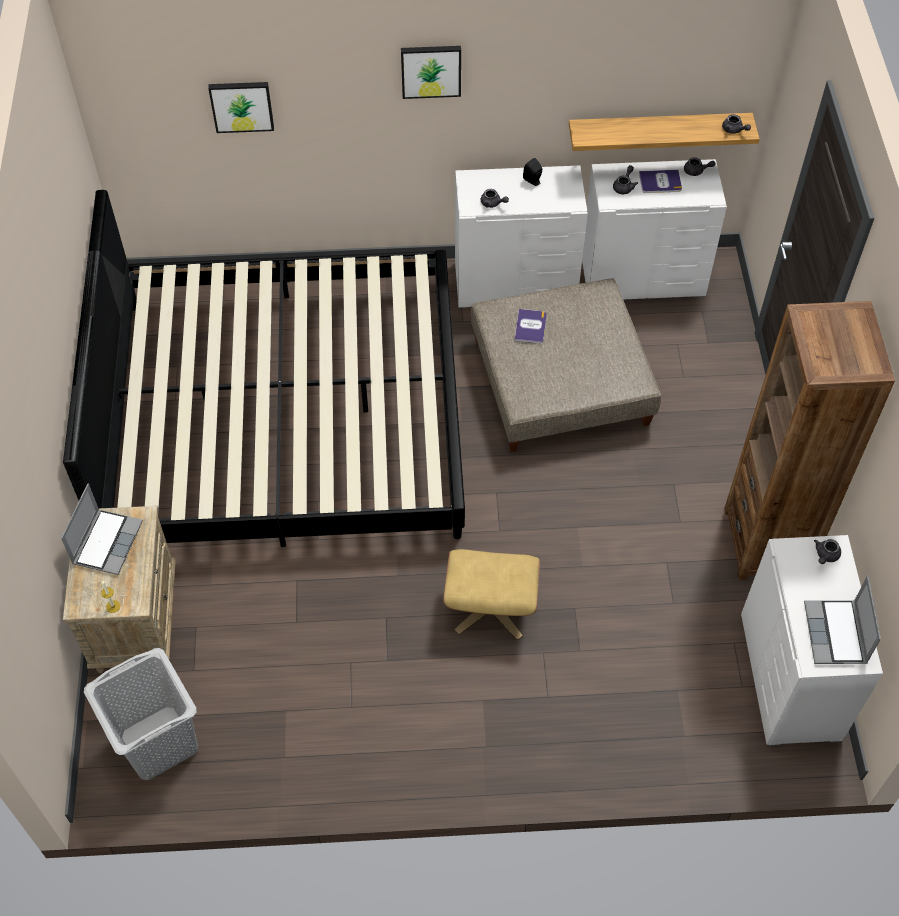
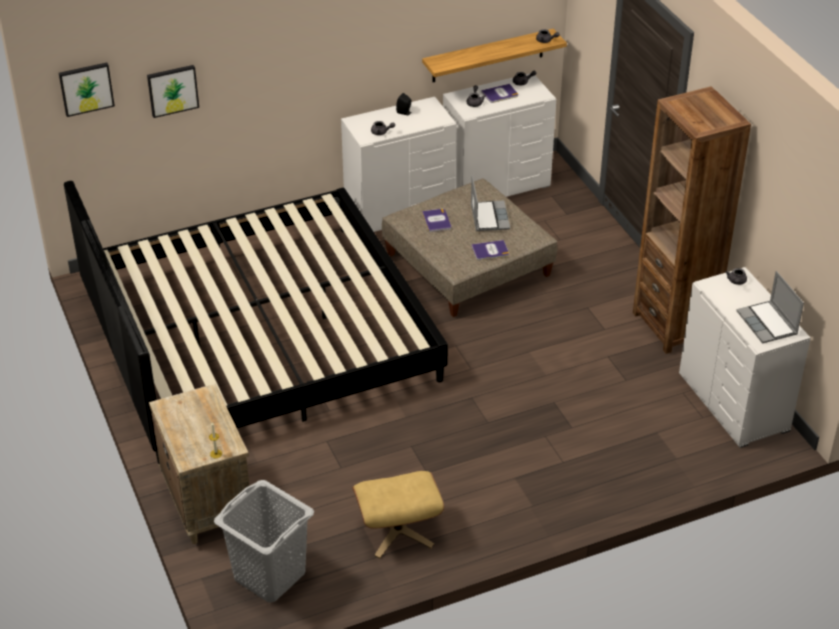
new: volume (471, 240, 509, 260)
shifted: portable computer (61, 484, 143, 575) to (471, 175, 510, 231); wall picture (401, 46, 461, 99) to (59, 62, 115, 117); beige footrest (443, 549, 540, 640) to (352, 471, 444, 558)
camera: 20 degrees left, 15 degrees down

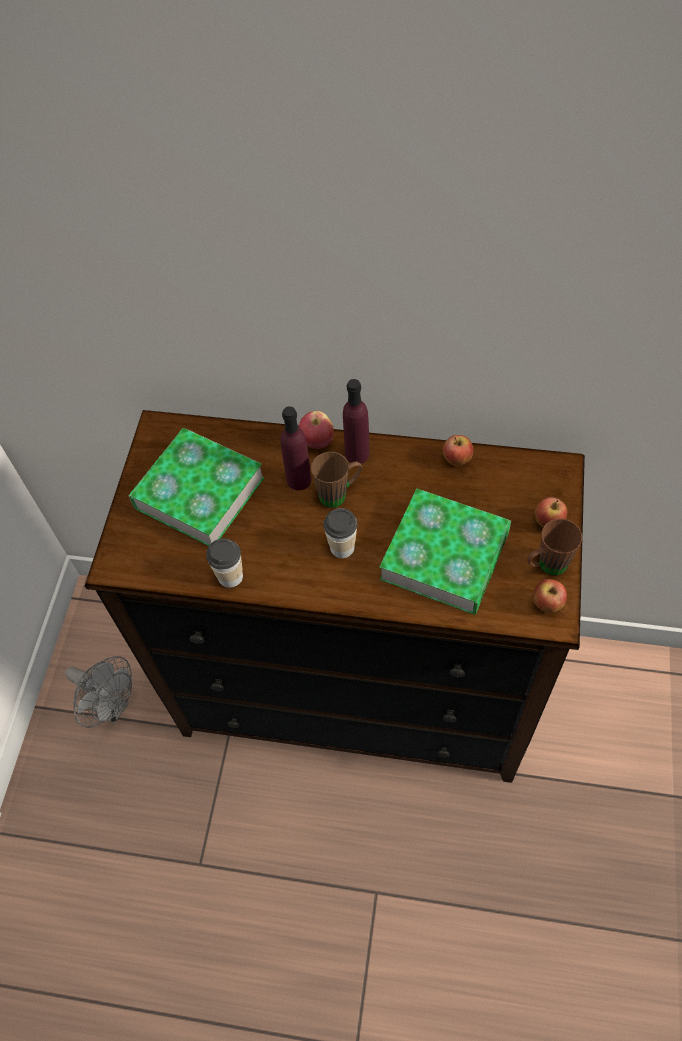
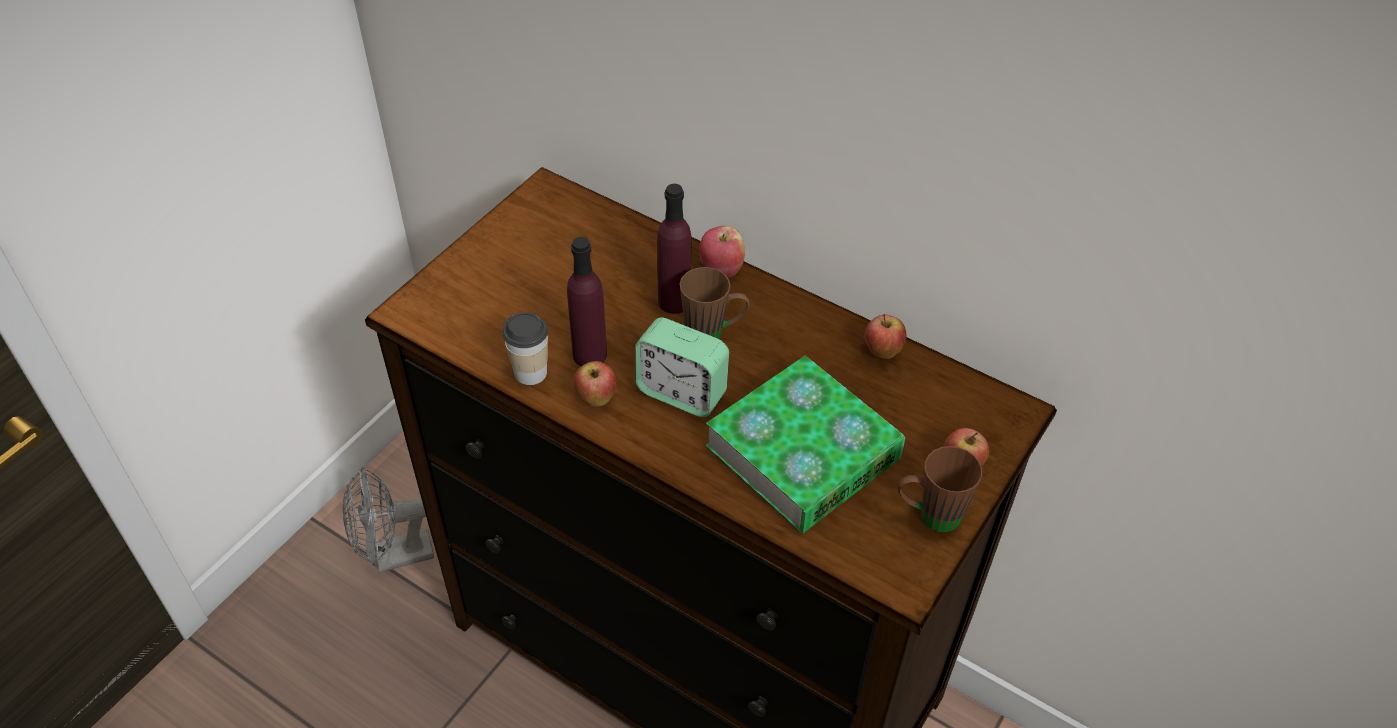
gone: volume (128, 428, 264, 546)
shifted: purple-coloured bottle (343, 379, 369, 464) to (567, 237, 607, 366); whole apple (533, 579, 567, 613) to (573, 361, 617, 407)
swapped: drinking cup (323, 508, 357, 558) to alarm clock (635, 318, 729, 417)
rotated: grey fan (65, 656, 132, 727) = (343, 467, 434, 573) 105 degrees clockwise
camera: 20 degrees right, 10 degrees down

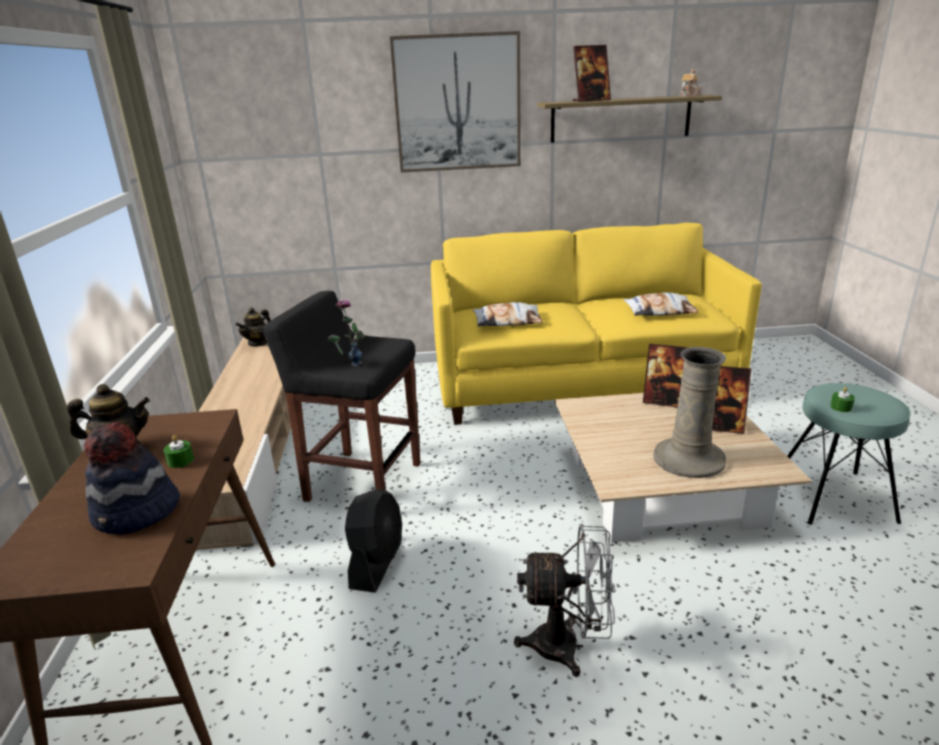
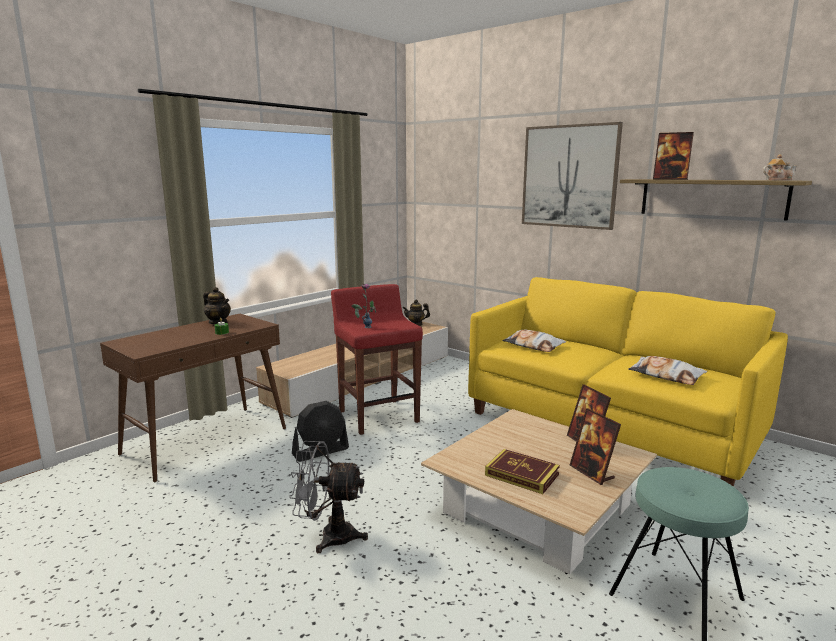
gone: wearable hat (84, 422, 180, 535); green wax light (830, 387, 855, 412)
swapped: beige vase (653, 347, 726, 478) to volume (485, 449, 560, 494)
repainted: black-coloured stool seat (263, 291, 421, 502) to red stool seat (331, 284, 423, 435)
rotated: grey fan (514, 524, 616, 677) = (289, 441, 368, 553) 135 degrees clockwise
camera: 45 degrees right, 10 degrees down

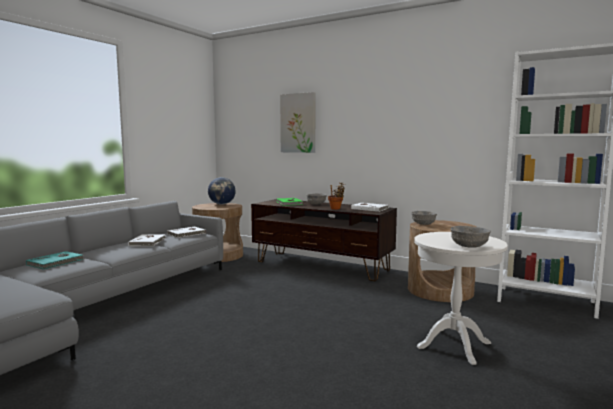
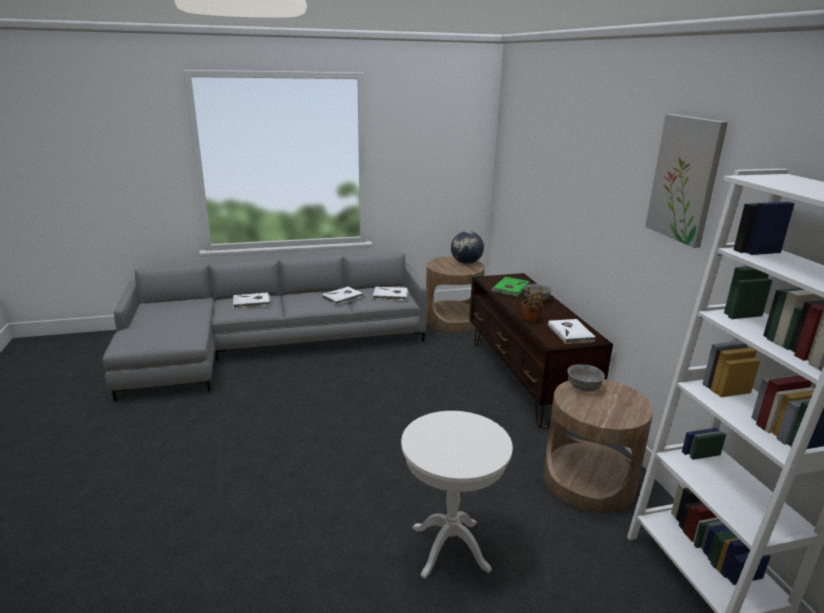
gone: grey bowl (451, 226, 491, 248)
shifted: wall picture (280, 92, 315, 153) to (645, 114, 728, 248)
repainted: turquoise-coloured volume (26, 251, 85, 270) to white-coloured volume (233, 293, 270, 309)
camera: 45 degrees right, 15 degrees up

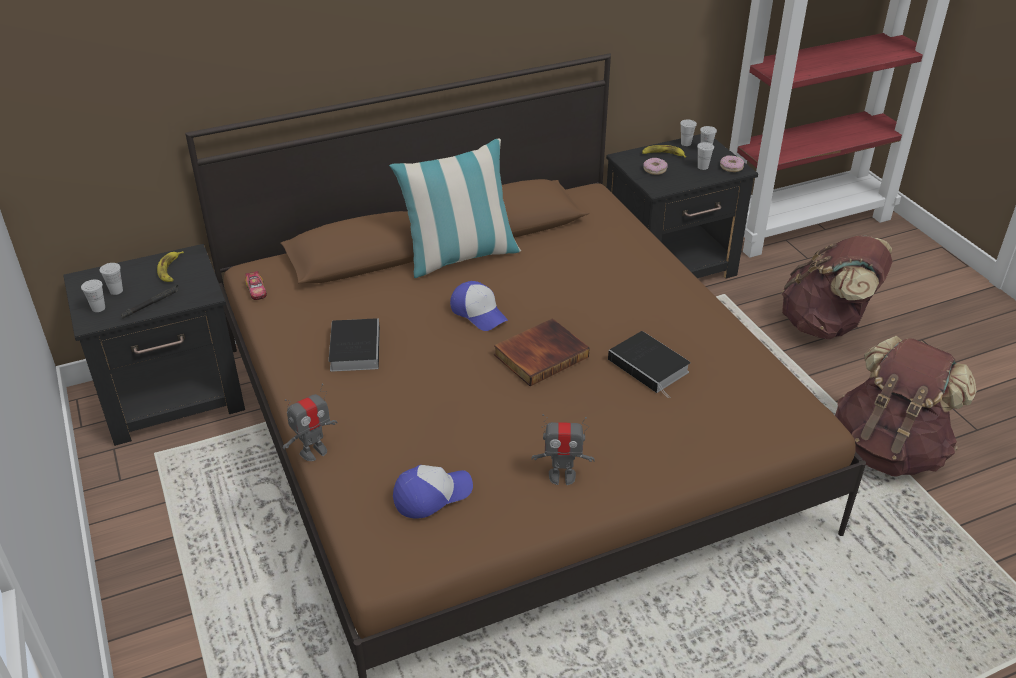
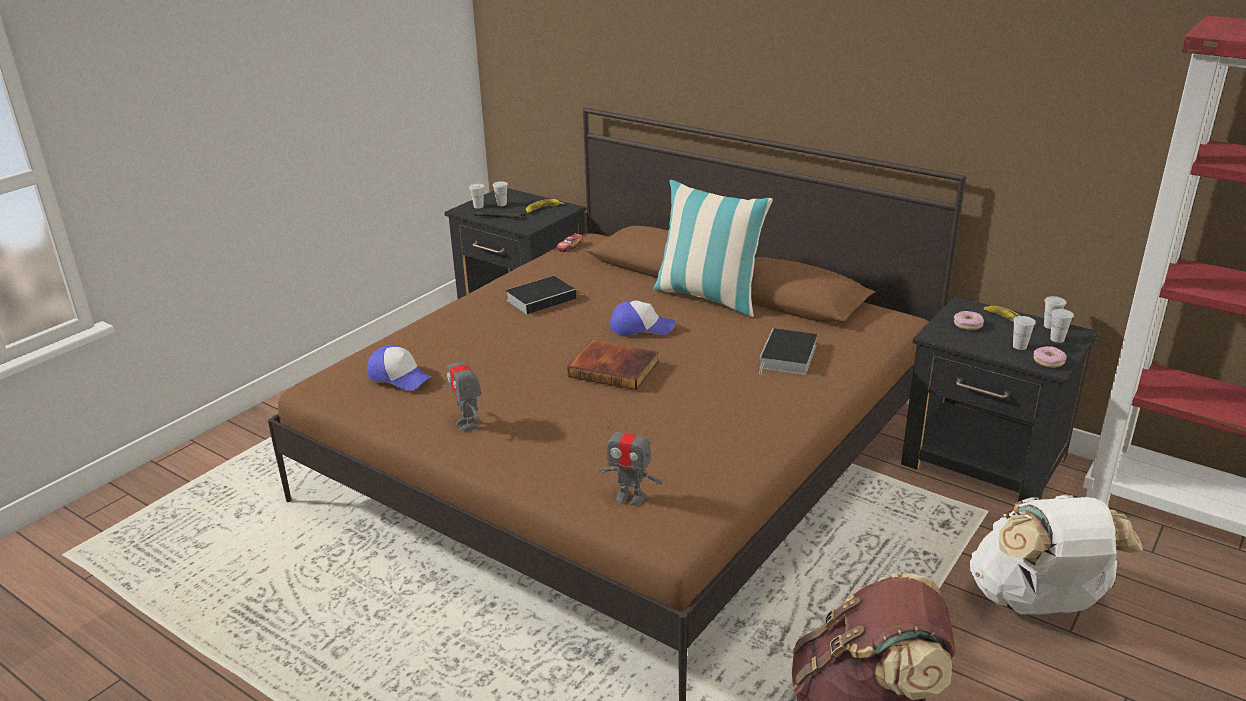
shifted: toy robot (283, 384, 338, 461) to (599, 418, 662, 506); volume (608, 331, 691, 398) to (759, 328, 817, 375)
repainted: brown-coloured backpack (782, 235, 893, 339) to white-coloured backpack (970, 494, 1143, 615)
rotated: baseball cap (450, 281, 508, 331) = (610, 300, 675, 335) 105 degrees counterclockwise
camera: 60 degrees right, 10 degrees down

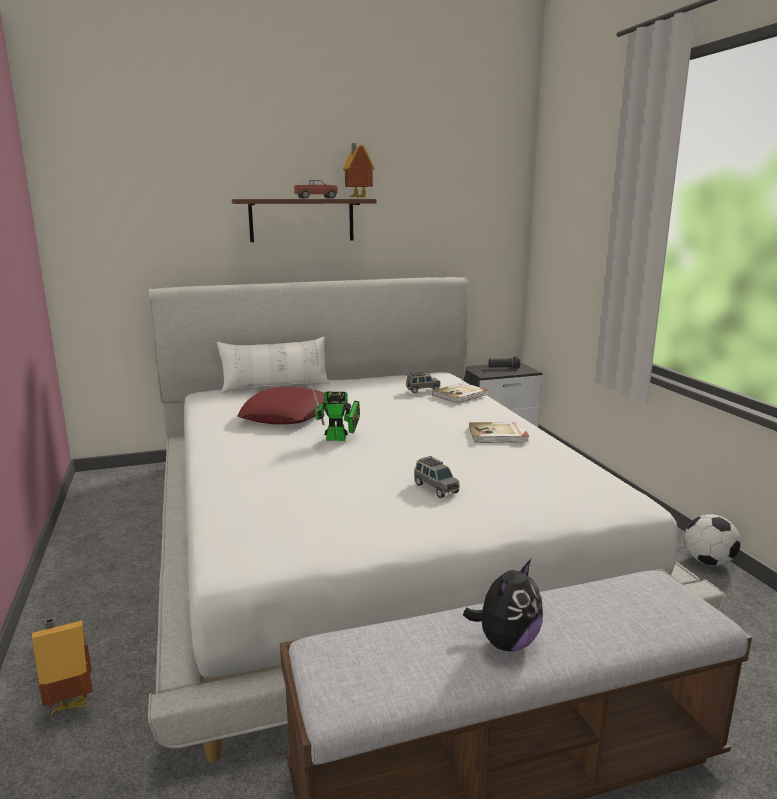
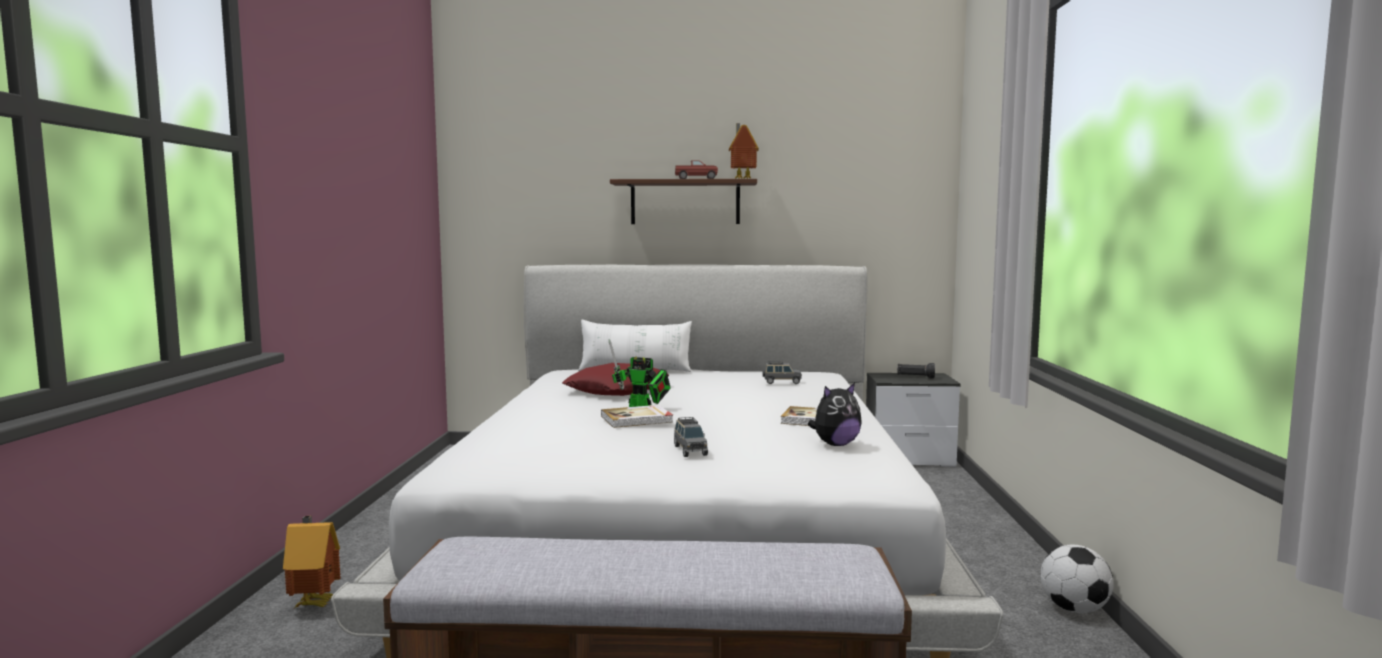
shifted: volume (432, 383, 488, 403) to (601, 405, 673, 428); cuddly toy (463, 559, 543, 651) to (808, 383, 862, 446)
camera: 20 degrees right, 10 degrees down

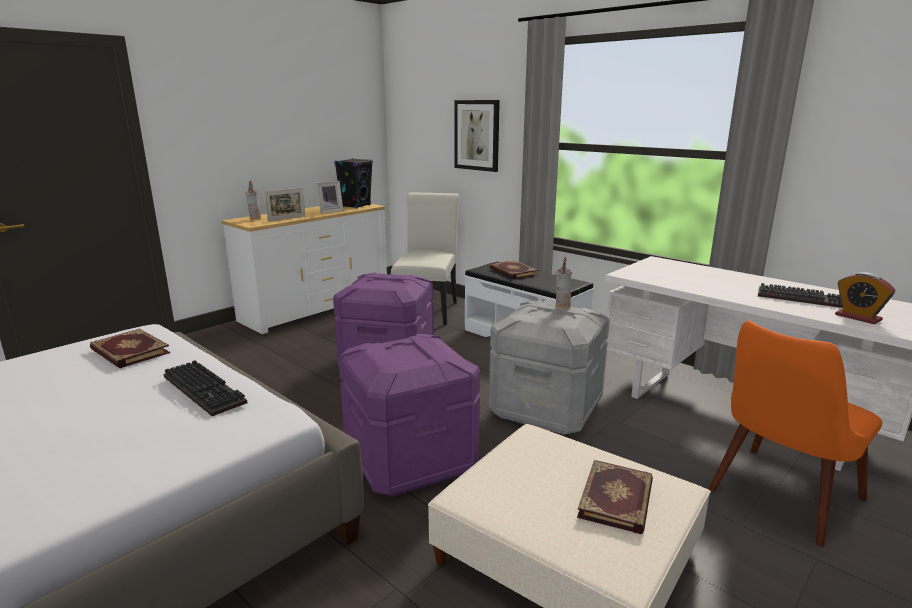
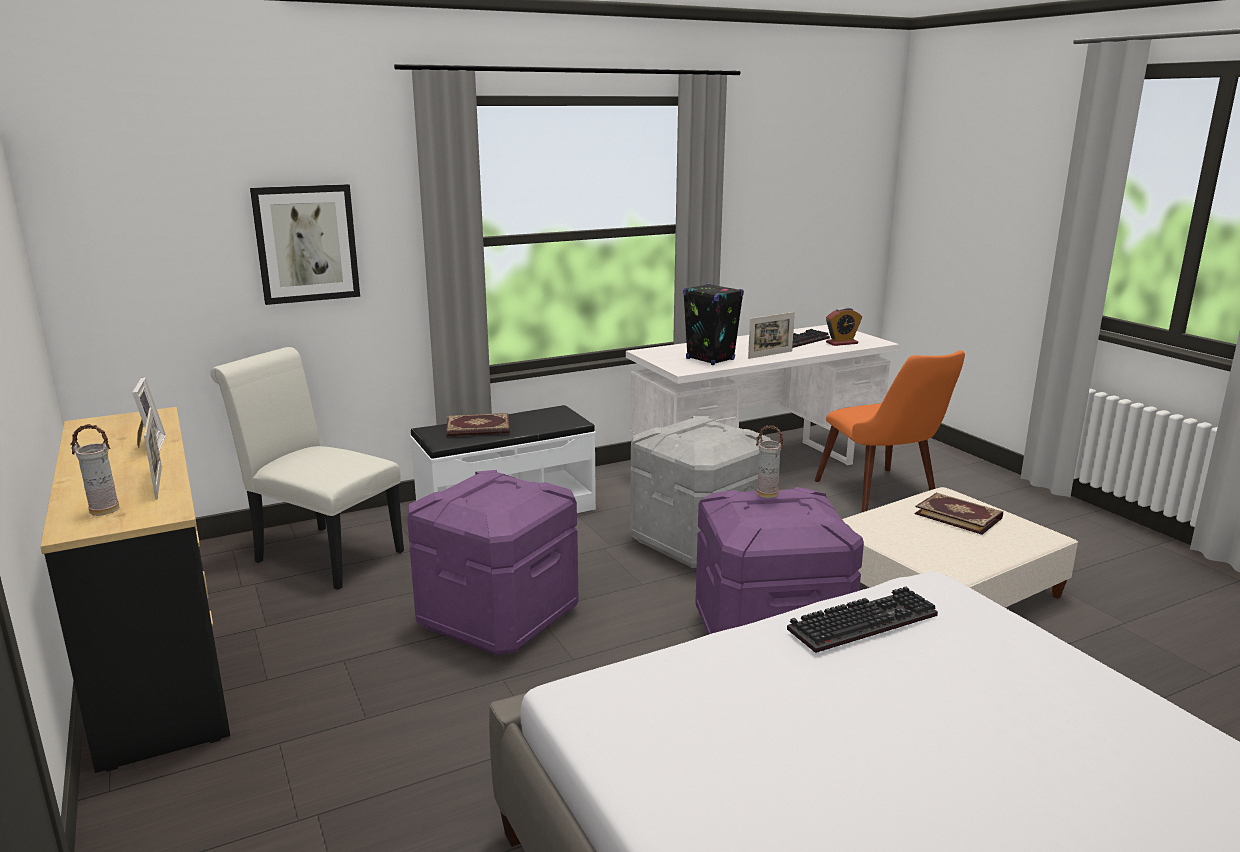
gone: volume (90, 329, 170, 368)
new: photo frame (748, 312, 795, 359)
shifted: black-coloured audio speaker (334, 158, 373, 208) to (683, 284, 744, 365); vase (555, 257, 572, 309) to (756, 425, 784, 498)
repainted: white-coloured dresser (222, 204, 387, 334) to black-coloured dresser (40, 407, 230, 773)
camera: 70 degrees left, 0 degrees up

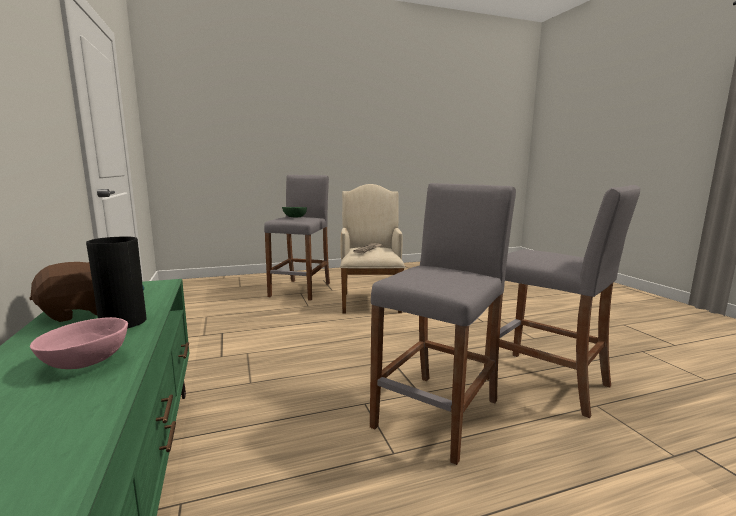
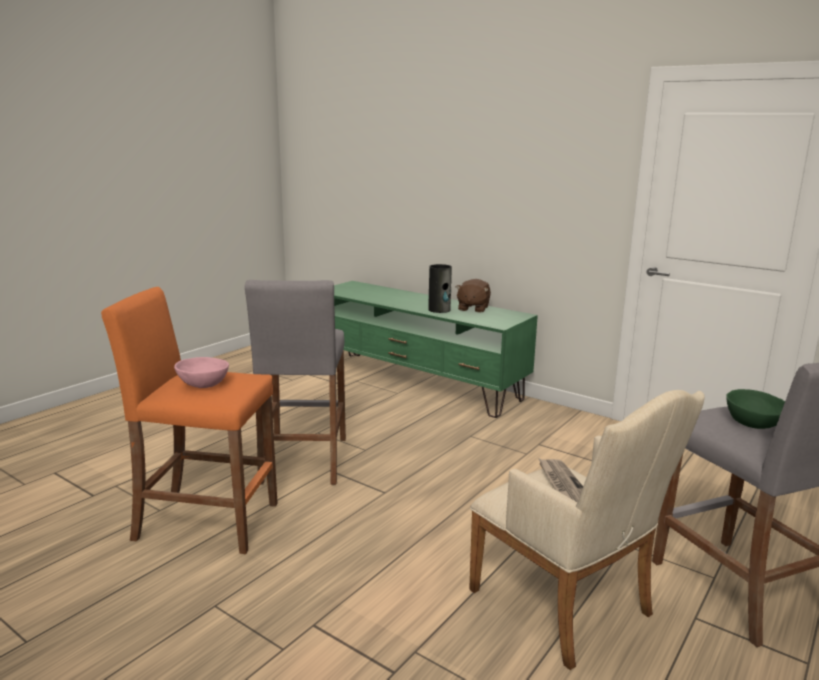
shifted: pink-coloured bowl (30, 317, 128, 369) to (174, 357, 229, 388)
repainted: grey stool seat (484, 185, 640, 418) to orangey stool seat (101, 287, 278, 554)
camera: 145 degrees right, 5 degrees up

